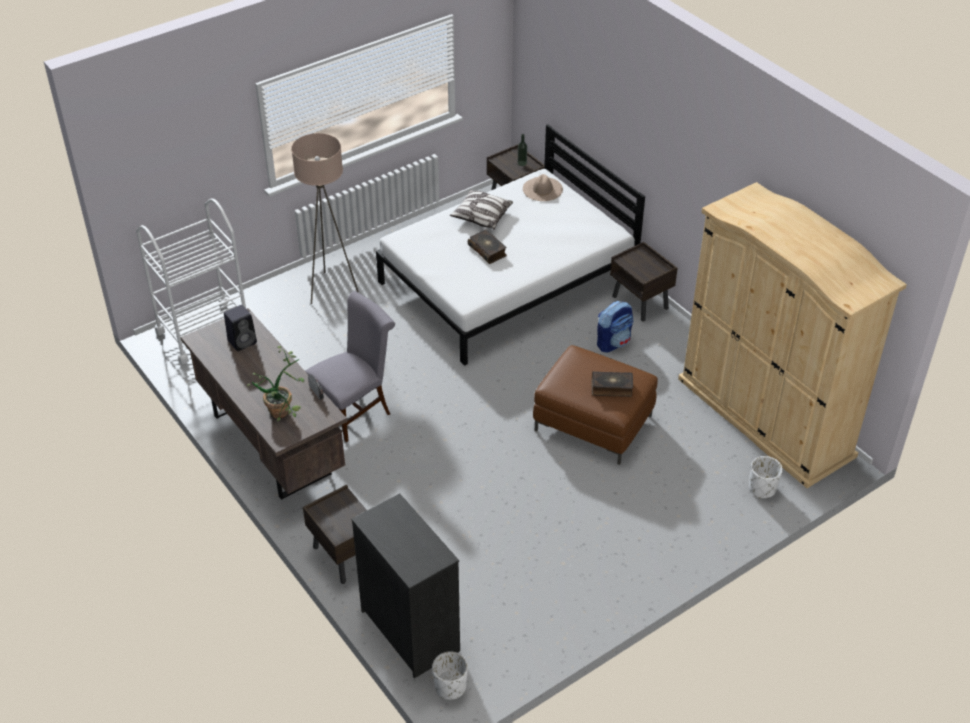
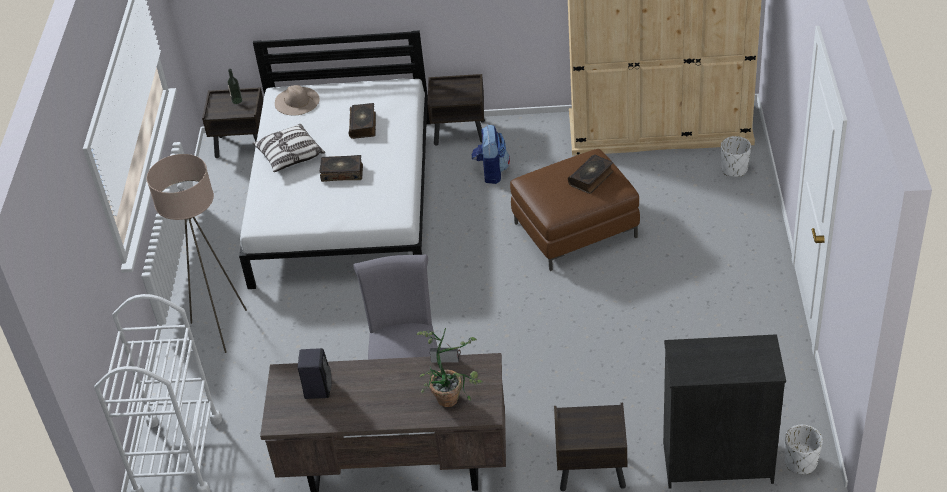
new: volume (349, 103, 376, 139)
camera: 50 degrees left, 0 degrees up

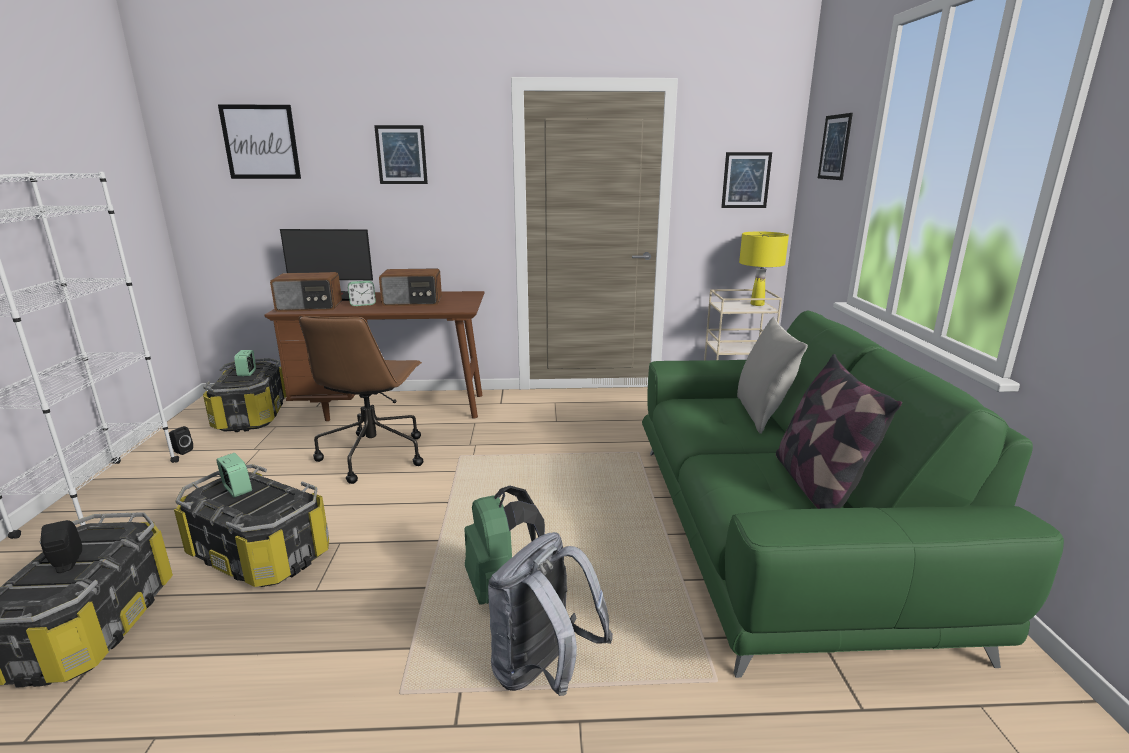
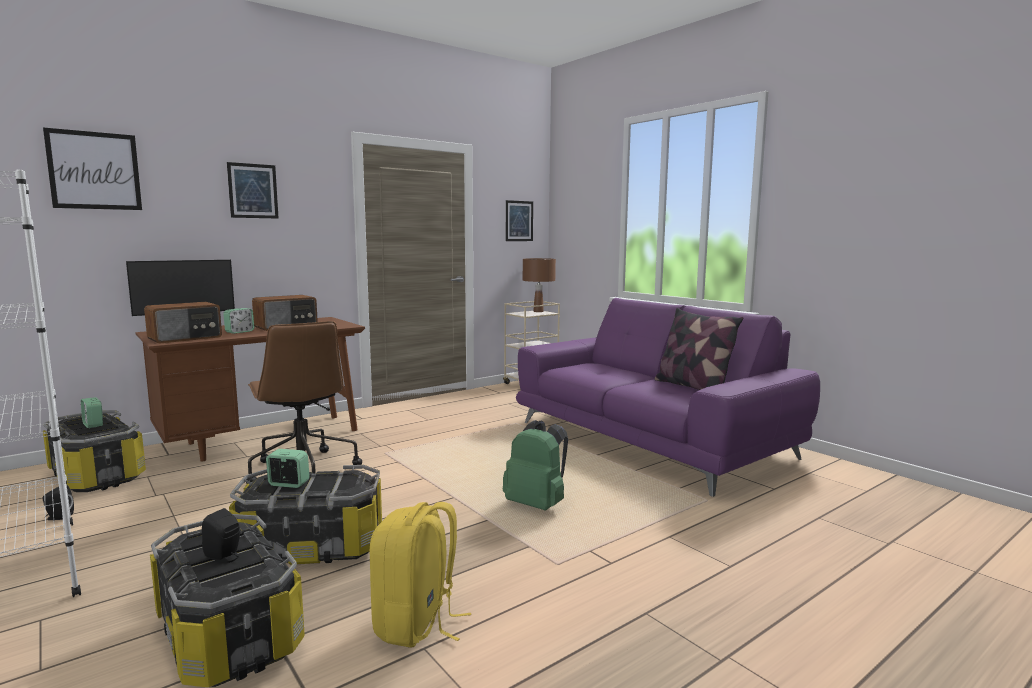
gone: grey backpack (488, 532, 613, 696); grey cushion (737, 317, 808, 434); wall picture (818, 113, 853, 180)
new: yellowish backpack (370, 502, 471, 648)
repainted: green sofa (642, 310, 1064, 678) to purple-coloured sofa (516, 298, 820, 497); yellowish tabletop lamp (739, 232, 789, 306) to brown-coloured tabletop lamp (523, 258, 556, 312)
camera: 35 degrees left, 10 degrees down

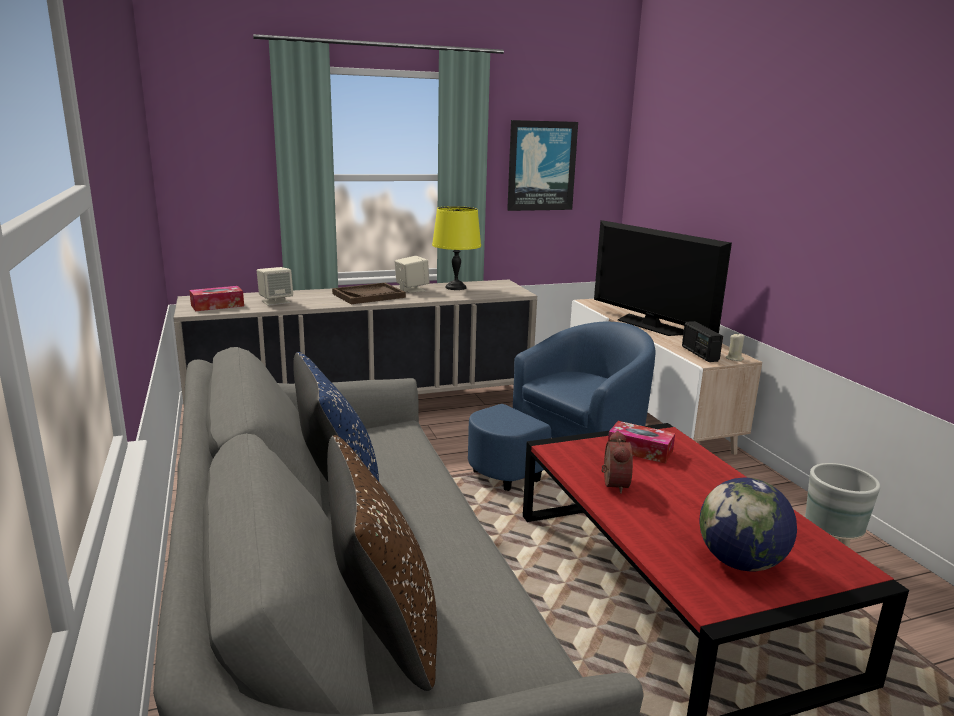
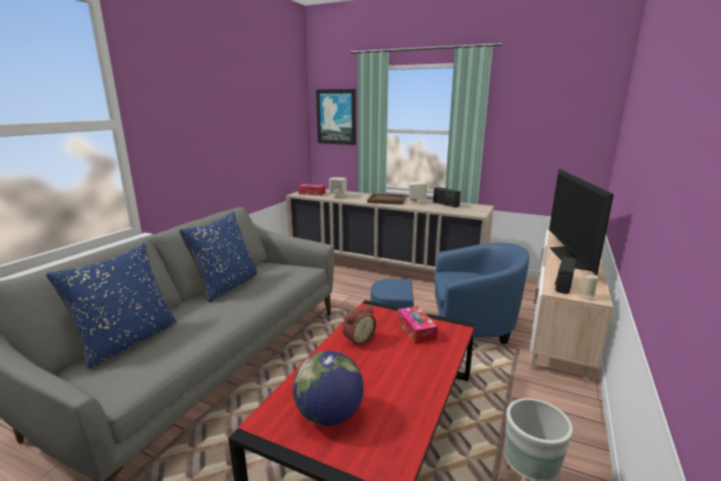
shifted: wall picture (507, 120, 578, 211) to (316, 89, 356, 145)
swapped: yellowish tabletop lamp (432, 206, 481, 290) to radio (433, 187, 461, 208)
repainted: brown-coloured cushion (327, 435, 437, 691) to blue-coloured cushion (46, 243, 176, 369)
camera: 45 degrees right, 0 degrees up

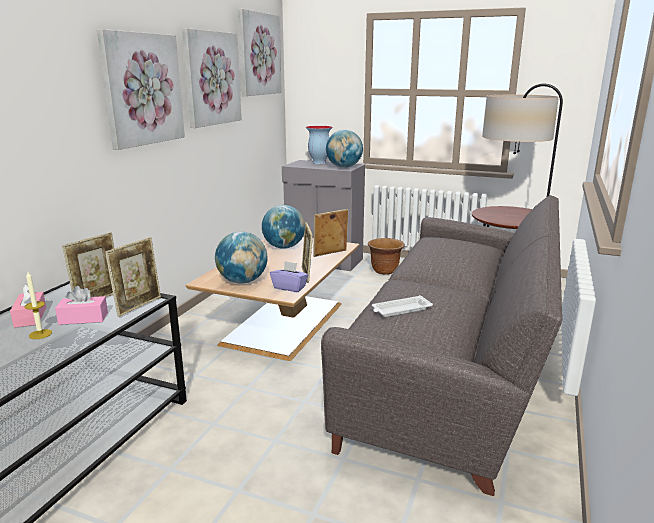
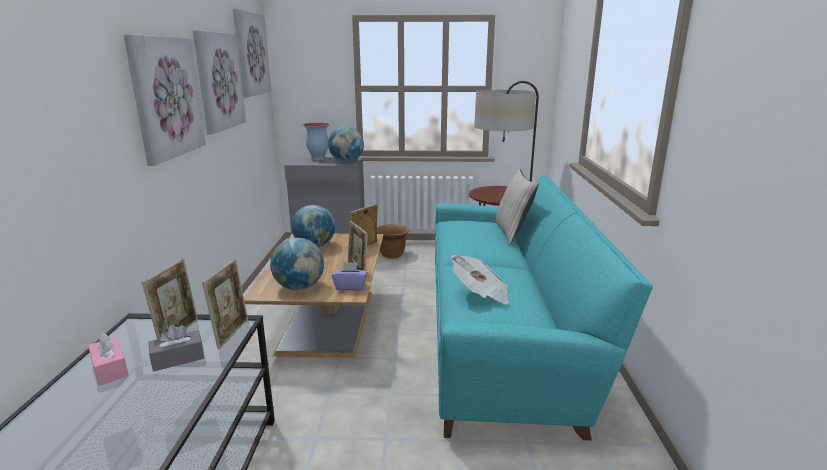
gone: wax light (25, 272, 52, 339)
new: beige cushion (495, 168, 539, 245)
swapped: white-coloured carrying tray (372, 295, 433, 317) to newspaper (451, 255, 509, 304)
repainted: pink-coloured tissue holder (55, 286, 108, 325) to grey tissue holder (148, 324, 204, 371); grey sofa (321, 195, 562, 496) to turquoise-coloured sofa (435, 176, 653, 440)
camera: 20 degrees left, 0 degrees up

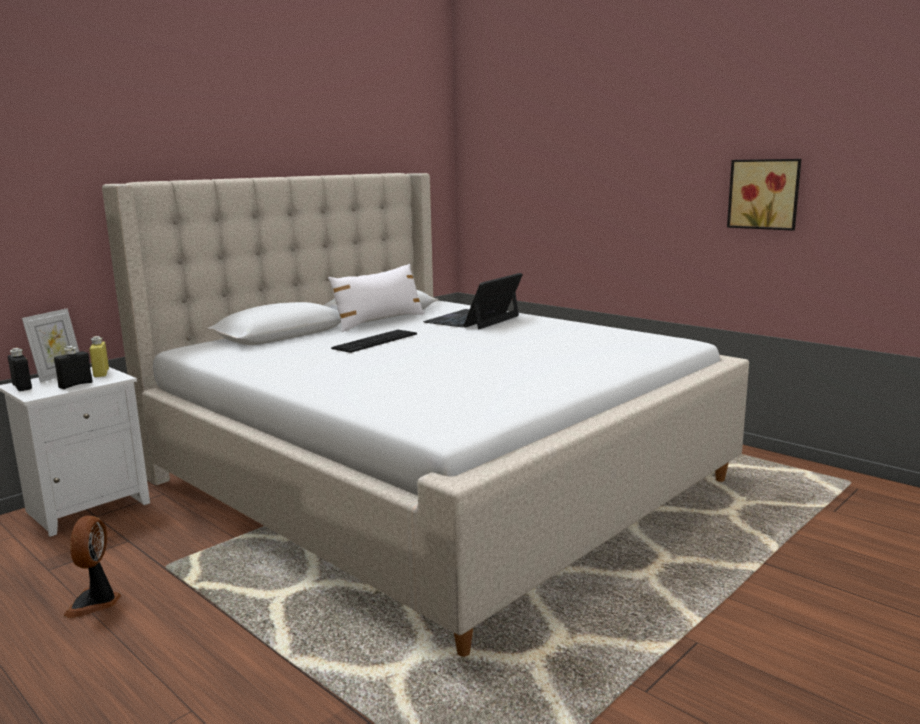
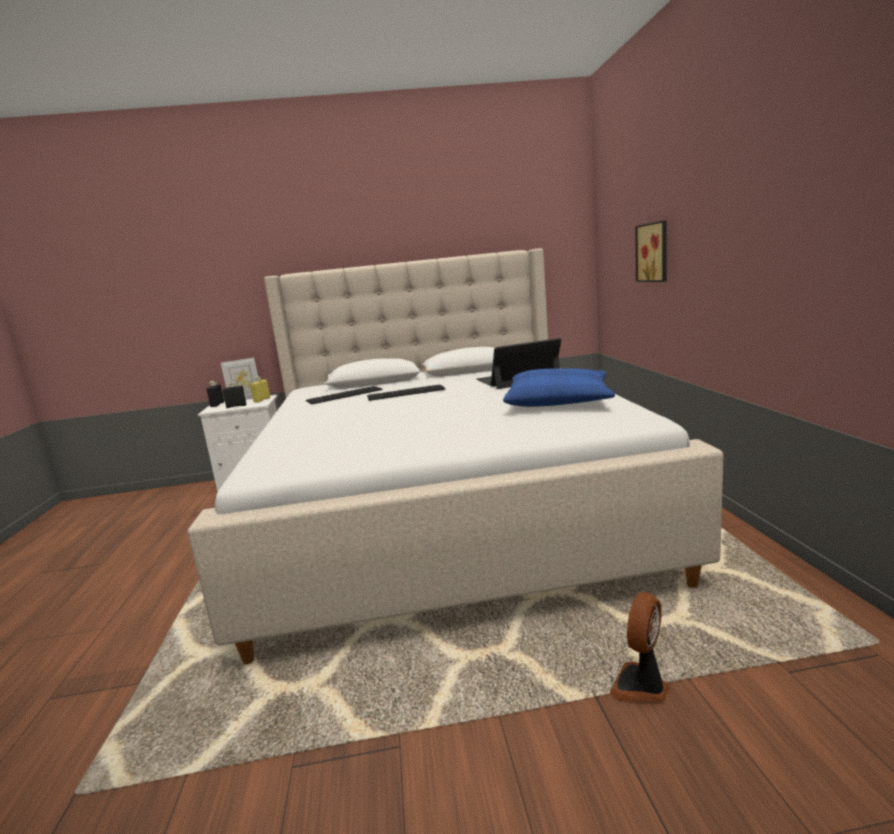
gone: white-coloured cushion (328, 264, 425, 332)
new: keyboard (306, 386, 383, 404); blue-coloured cushion (503, 368, 615, 407)
shifted: fan (63, 516, 121, 618) to (610, 592, 669, 702); wall picture (727, 159, 801, 231) to (635, 220, 667, 282)
camera: 40 degrees right, 0 degrees up

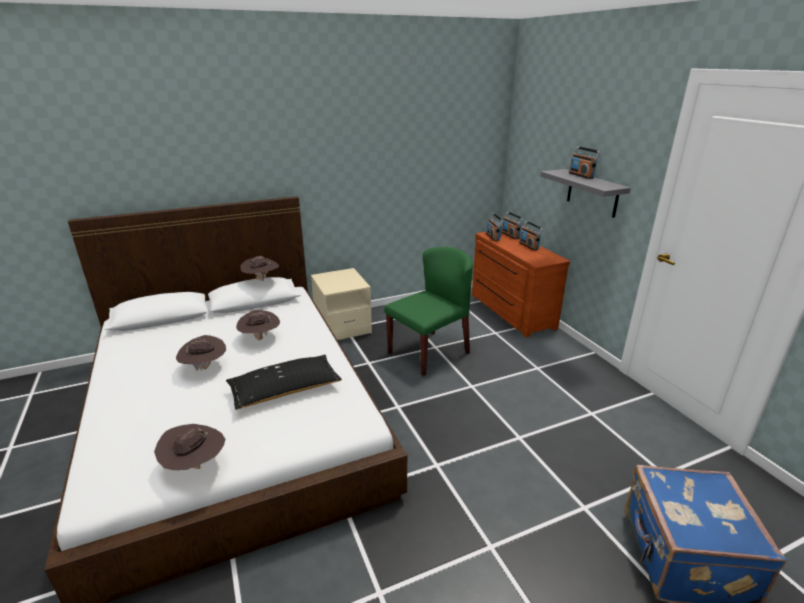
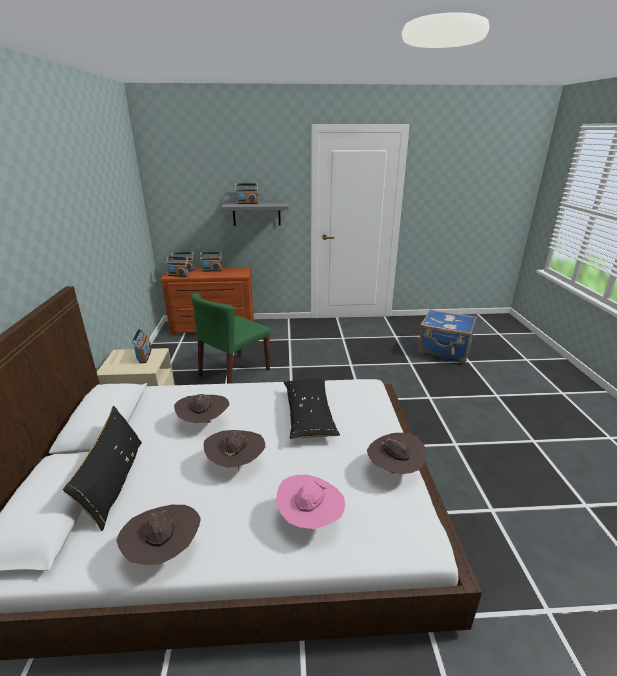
new: black-coloured cushion (63, 406, 142, 531); radio (132, 328, 152, 363); pink-coloured wearable hat (276, 474, 345, 529)
shifted: brown-coloured wearable hat (240, 256, 279, 281) to (116, 505, 201, 565)
rotated: green chair (384, 247, 473, 376) = (191, 293, 271, 384) 120 degrees counterclockwise
camera: 70 degrees left, 0 degrees up

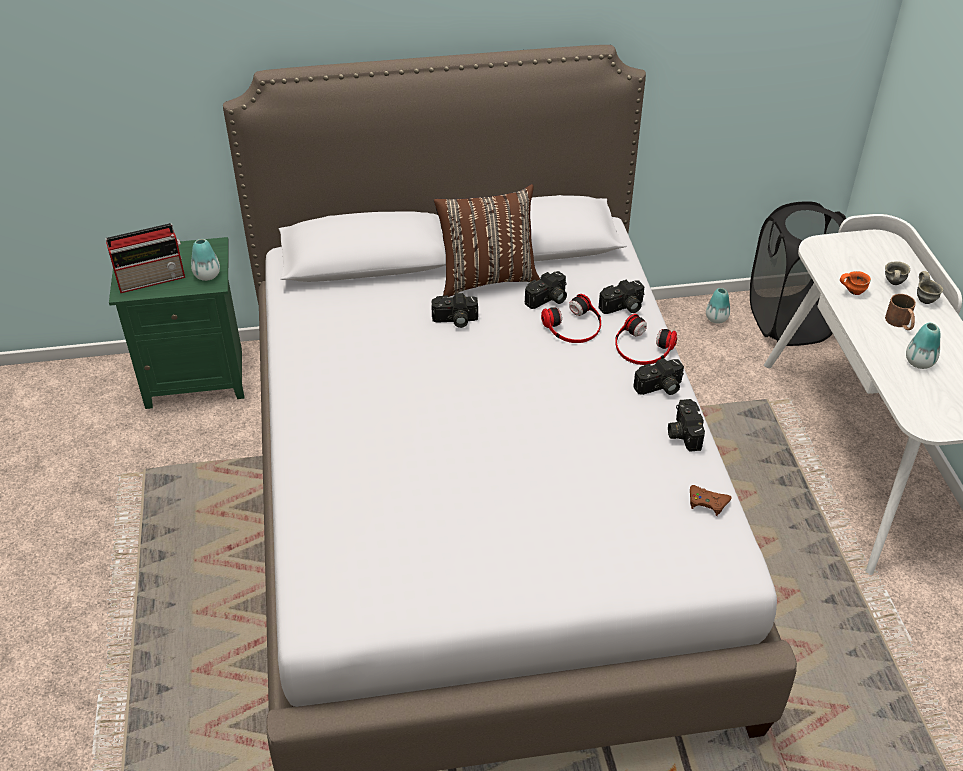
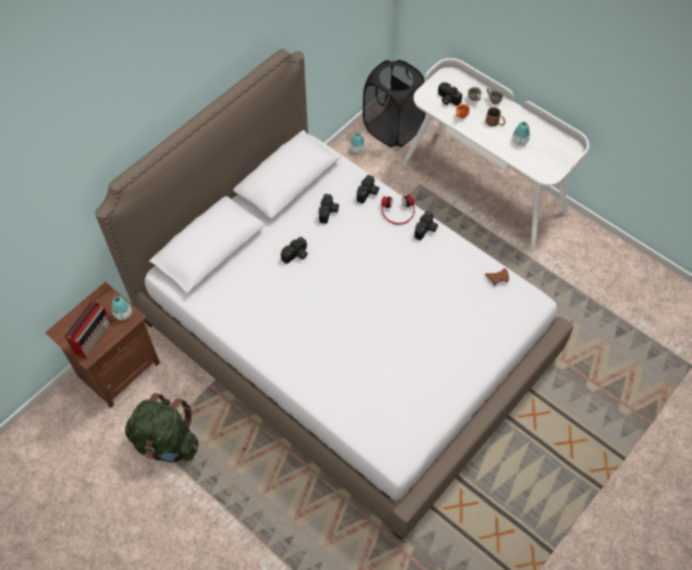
gone: brown-coloured cushion (434, 184, 540, 298); headphones (541, 294, 601, 343)
new: green backpack (125, 393, 199, 463)
shifted: photo camera (668, 399, 705, 452) to (438, 82, 462, 106)
repainted: green night table (109, 237, 245, 409) to brown-coloured night table (45, 282, 160, 408)
camera: 40 degrees left, 15 degrees up

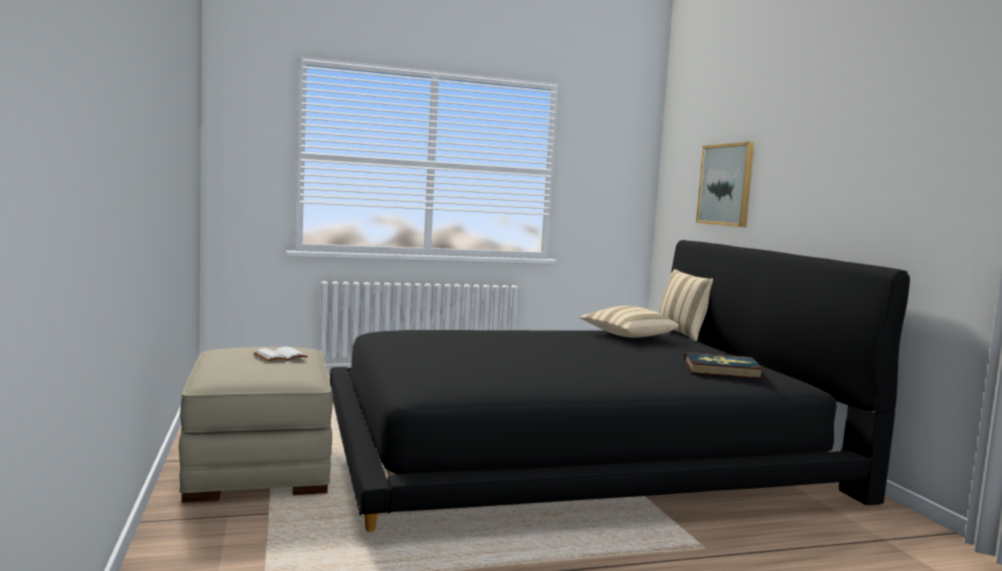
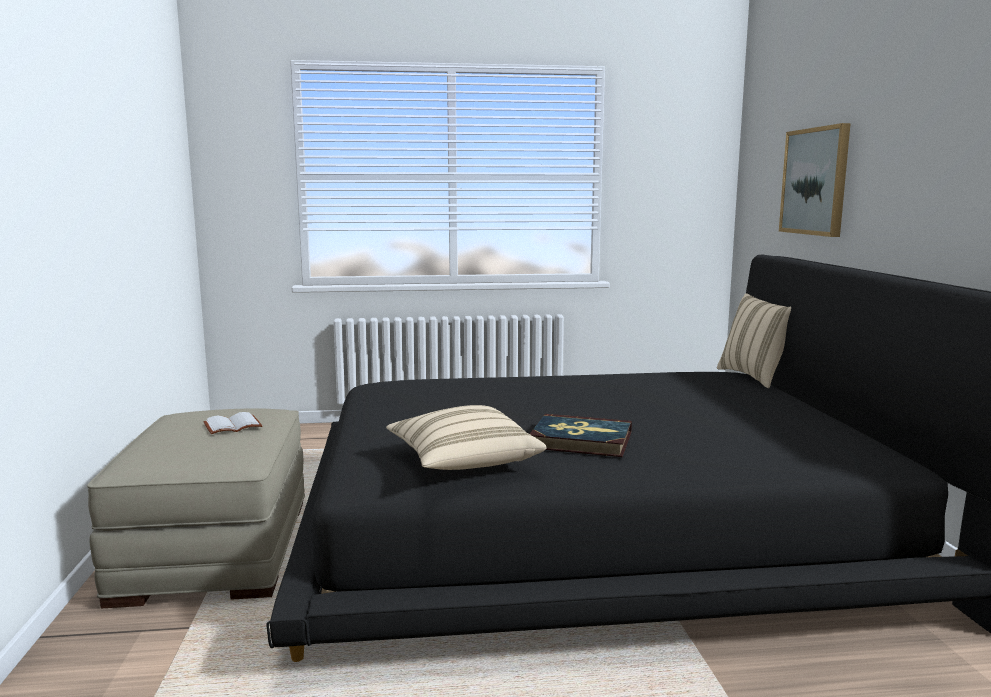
shifted: beige cushion (580, 306, 679, 337) to (386, 405, 546, 470); volume (684, 352, 764, 379) to (530, 414, 632, 457)
camera: 10 degrees right, 5 degrees up

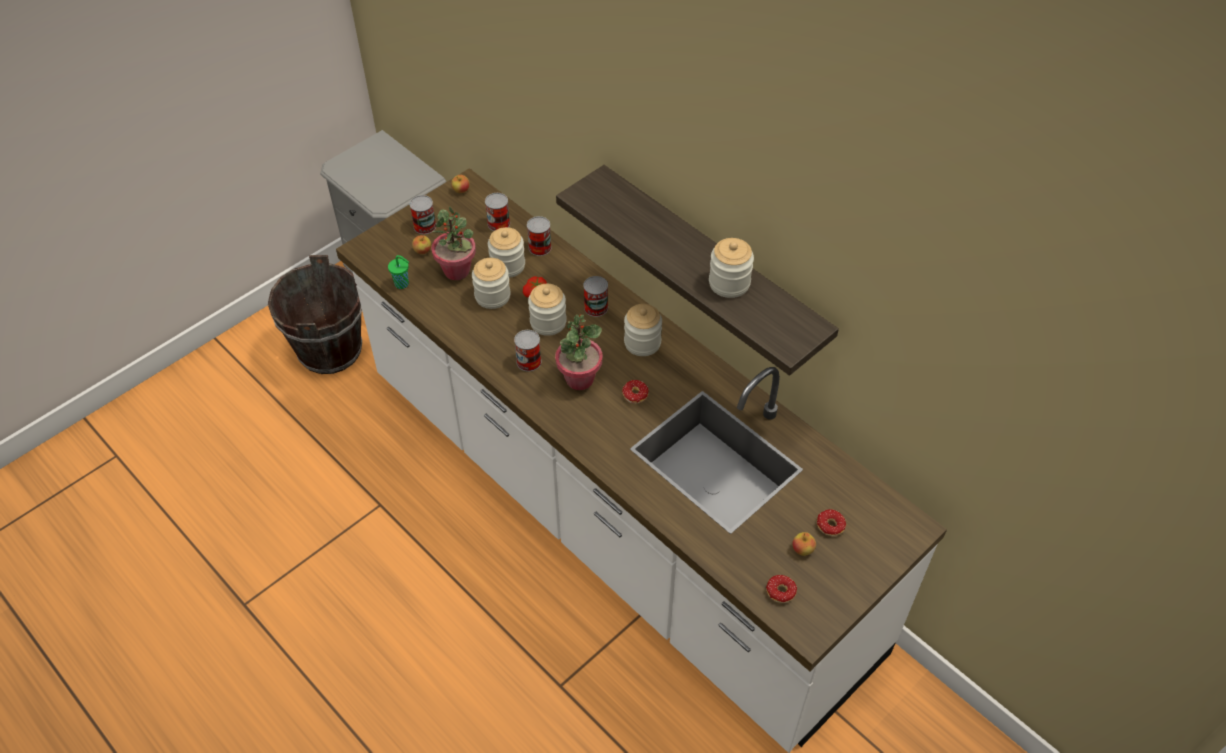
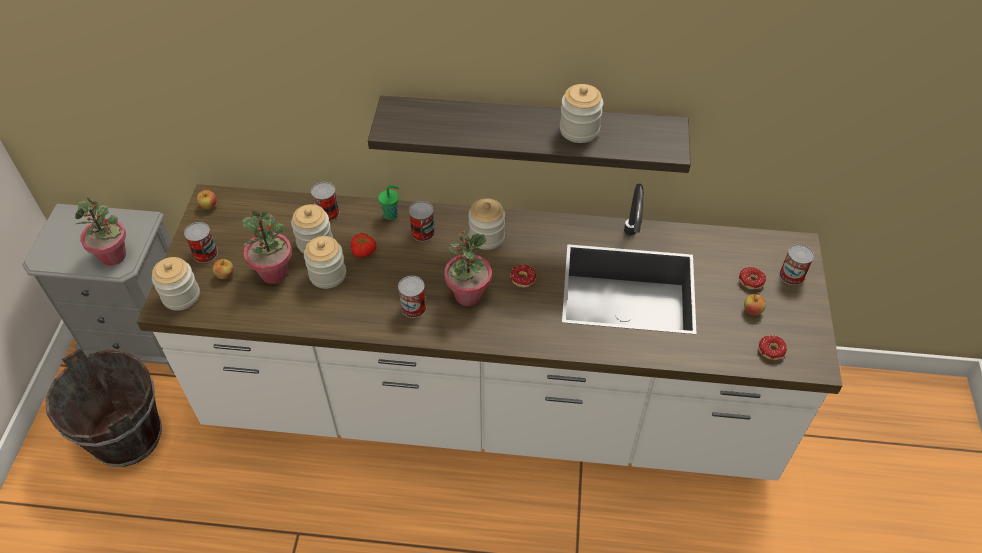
new: plant in a pot (75, 197, 126, 266)
shifted: green drinking cup (388, 255, 409, 289) to (378, 185, 399, 220); sealed can (485, 193, 510, 231) to (779, 244, 814, 285); jar (528, 284, 567, 336) to (152, 257, 200, 311)
camera: 40 degrees left, 0 degrees up

